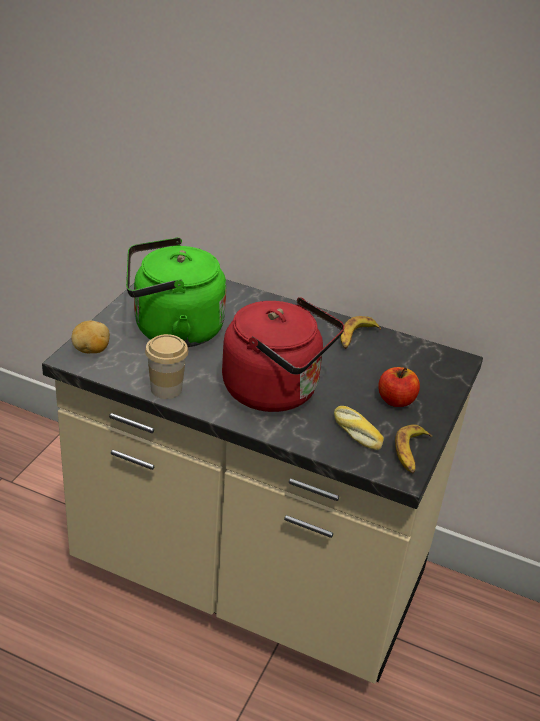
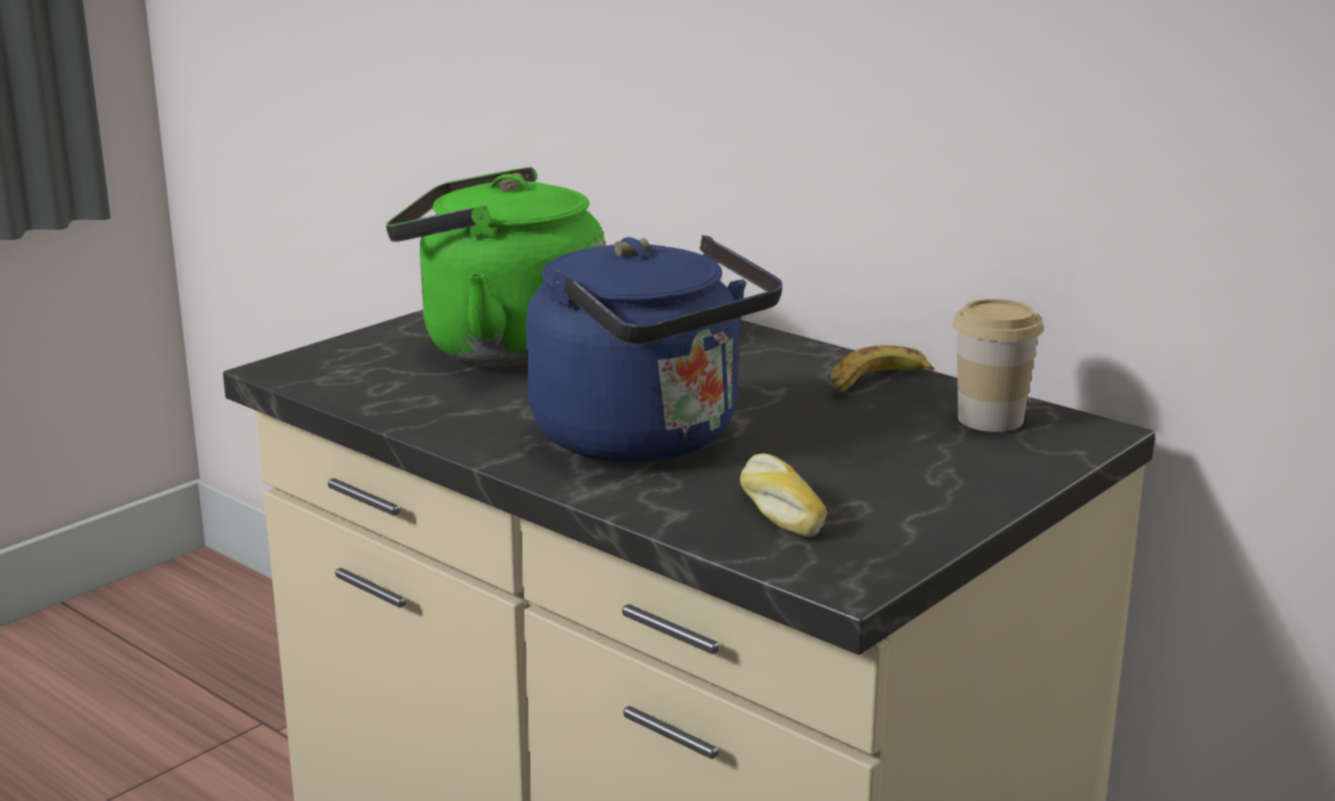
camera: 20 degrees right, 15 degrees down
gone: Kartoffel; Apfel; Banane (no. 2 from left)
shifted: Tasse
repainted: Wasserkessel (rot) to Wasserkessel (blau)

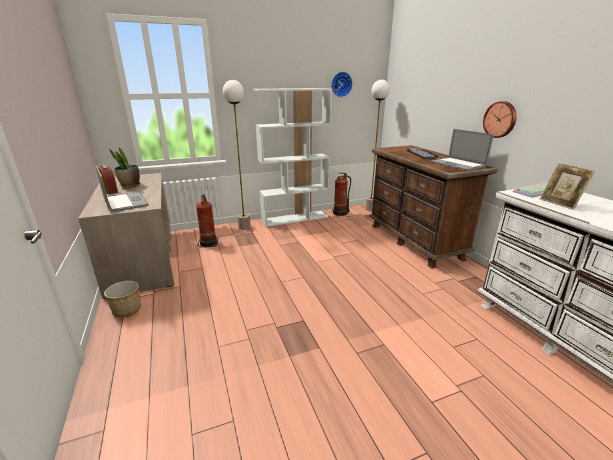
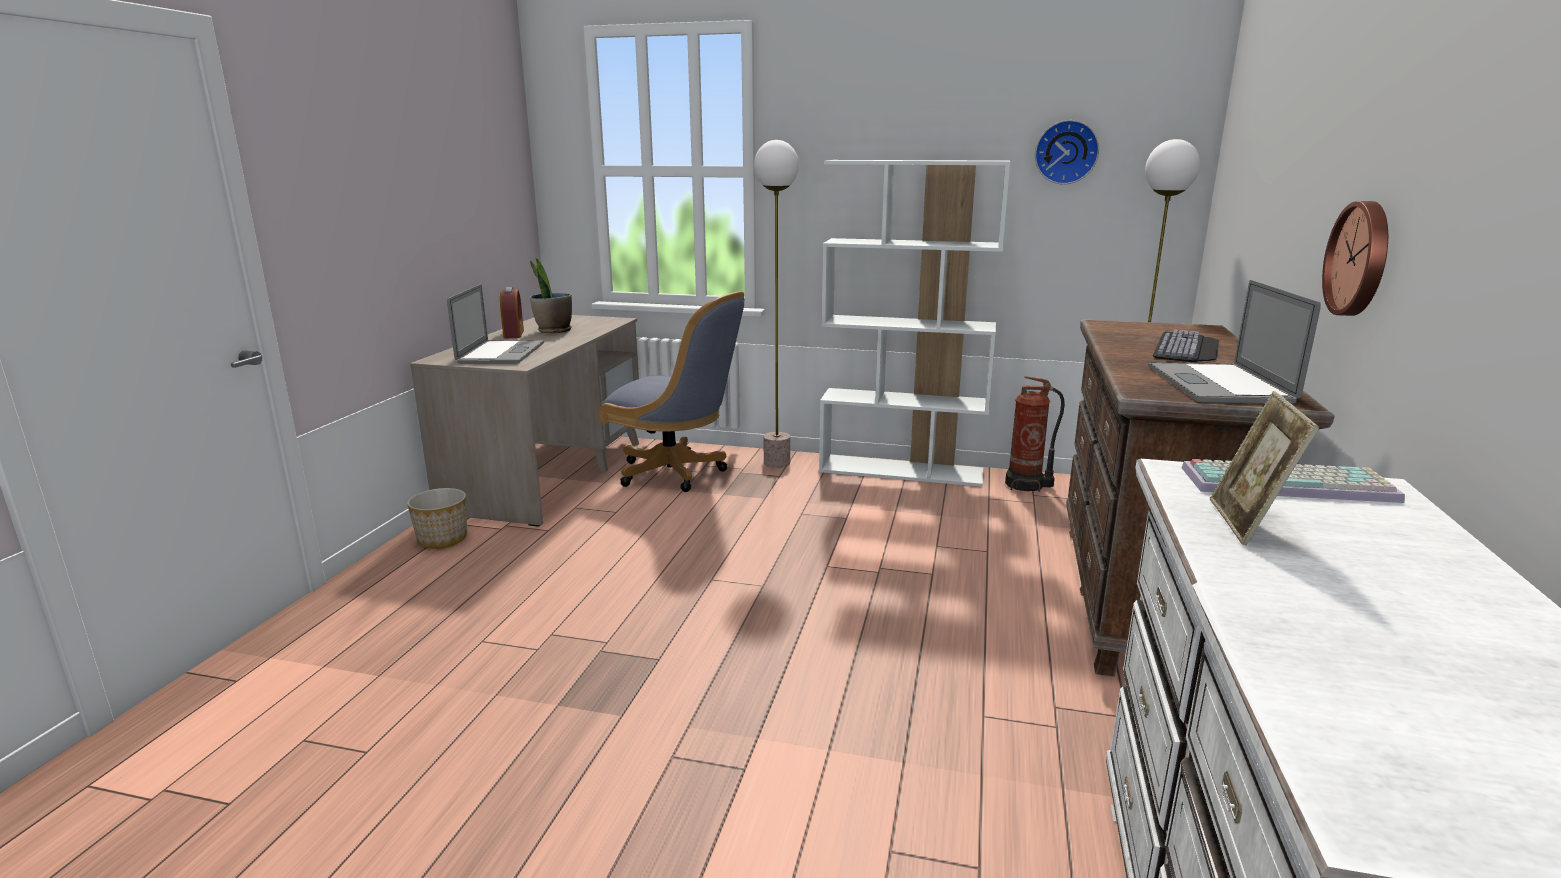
camera: 35 degrees right, 5 degrees down
swapped: Feuerlöscher (no. 1 from left) to Bürostuhl (blau)

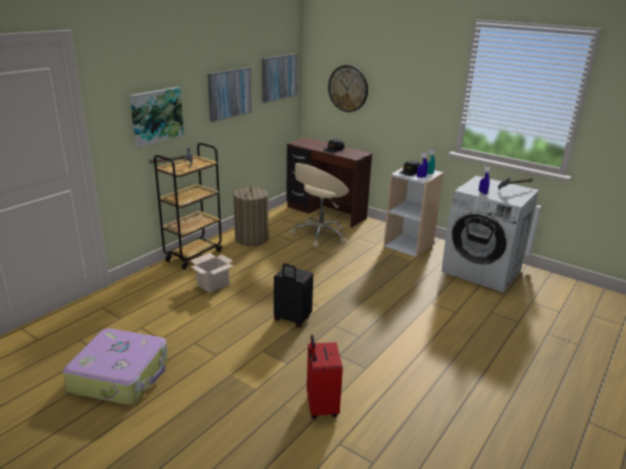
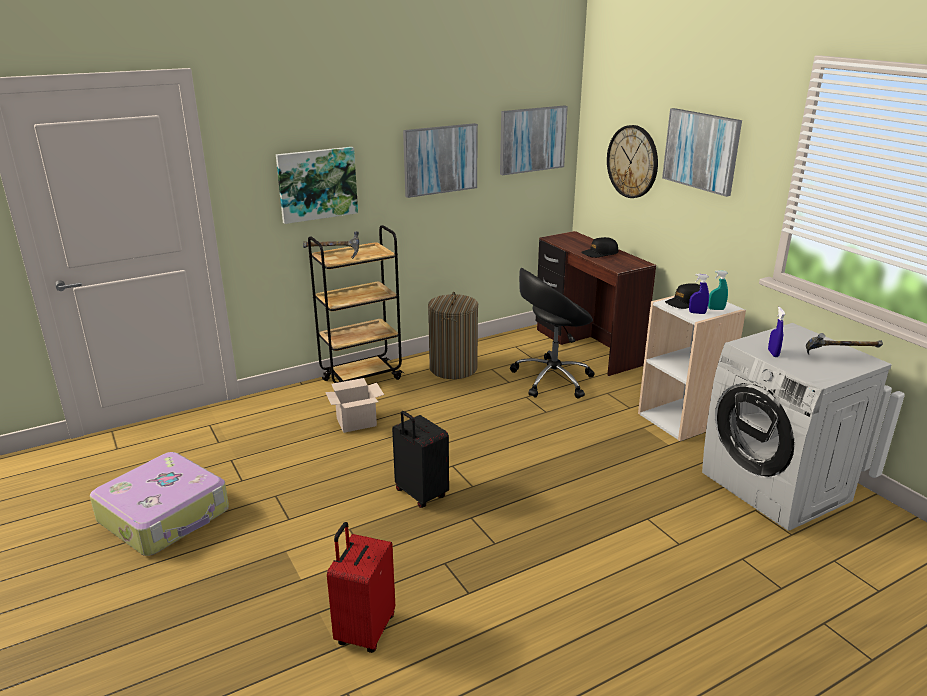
camera: 25 degrees right, 0 degrees up
new: Bild (no. 4 from left)
repainted: Bürostuhl (beige) to Bürostuhl (schwarz)

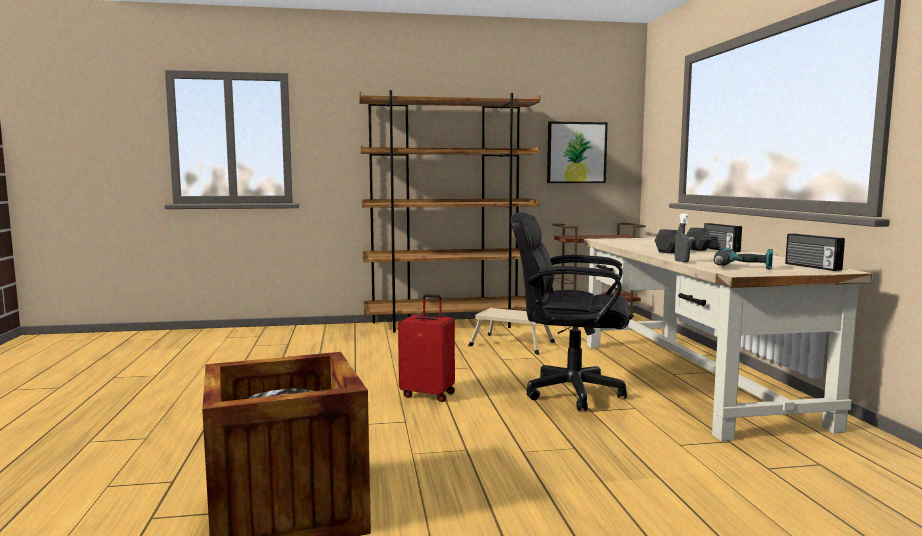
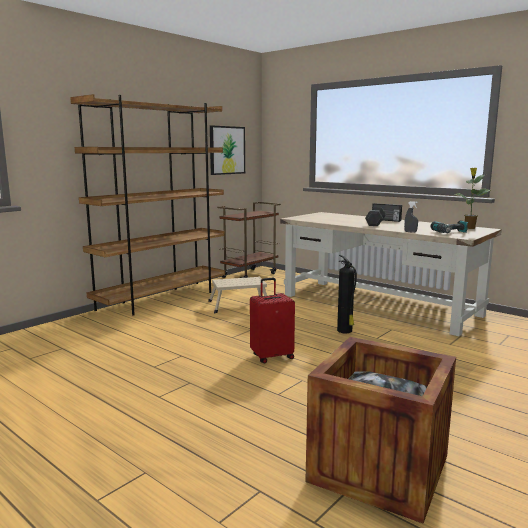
camera: 40 degrees left, 5 degrees up
swapped: Bürostuhl (schwarz) to Feuerlöscher; Radio (no. 2 from left) to Topfpflanze

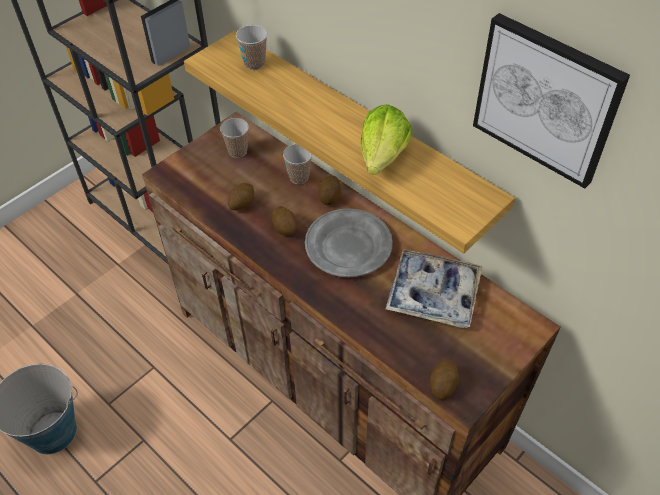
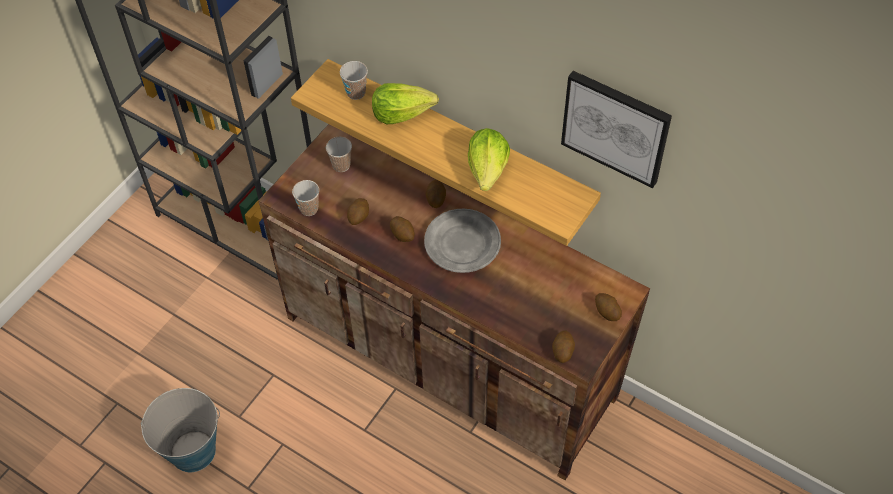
camera: 10 degrees left, 5 degrees up
gone: Tablett
new: Salatkopf (no. 1 from left); Kartoffel (no. 5 from left)
shifted: Tasse (no. 3 from left in the first image) to Tasse (no. 1 from left)

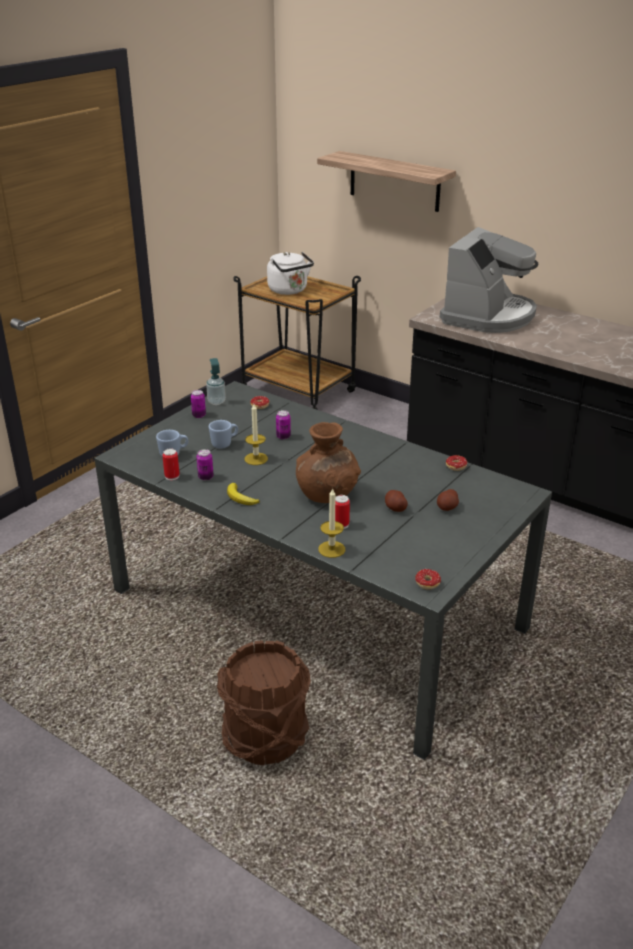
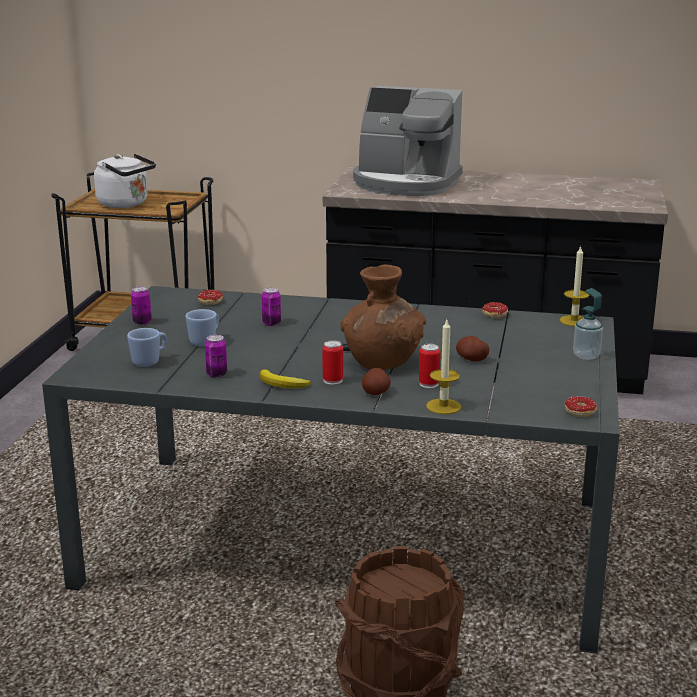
camera: 25 degrees left, 10 degrees down
gone: Wandregal
shifted: Seifenspender; Kerze (no. 1 from left in the first image) to Kerze (no. 2 from left); Dose (no. 1 from left in the first image) to Dose (no. 4 from left); Kartoffel (no. 2 from left in the first image) to Kartoffel (no. 1 from left)
rotated: Kaffeemaschine 105 degrees clockwise

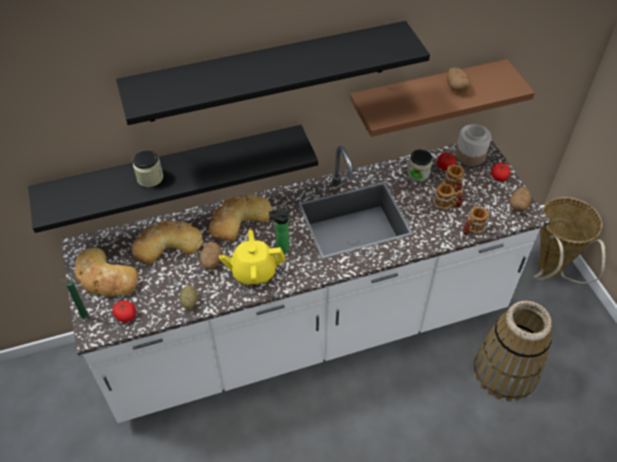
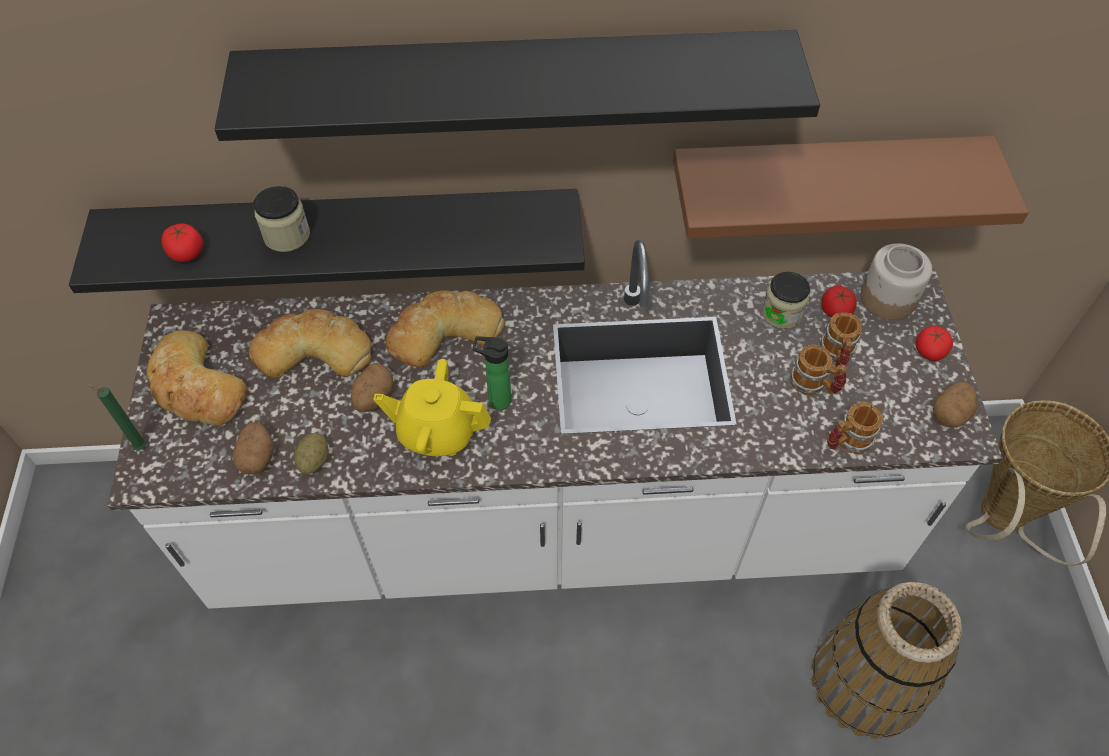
camera: 15 degrees right, 5 degrees up
shifted: Kartoffel (no. 3 from left in the first image) to Kartoffel (no. 1 from left); Tomate (no. 1 from left)

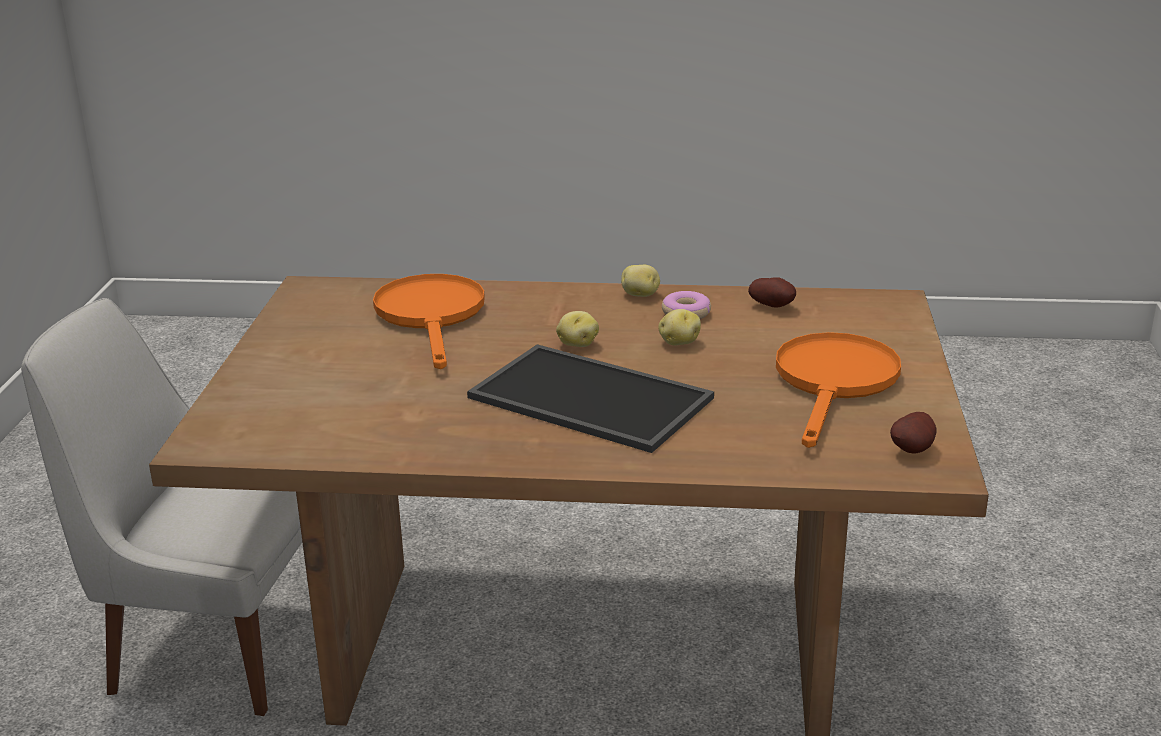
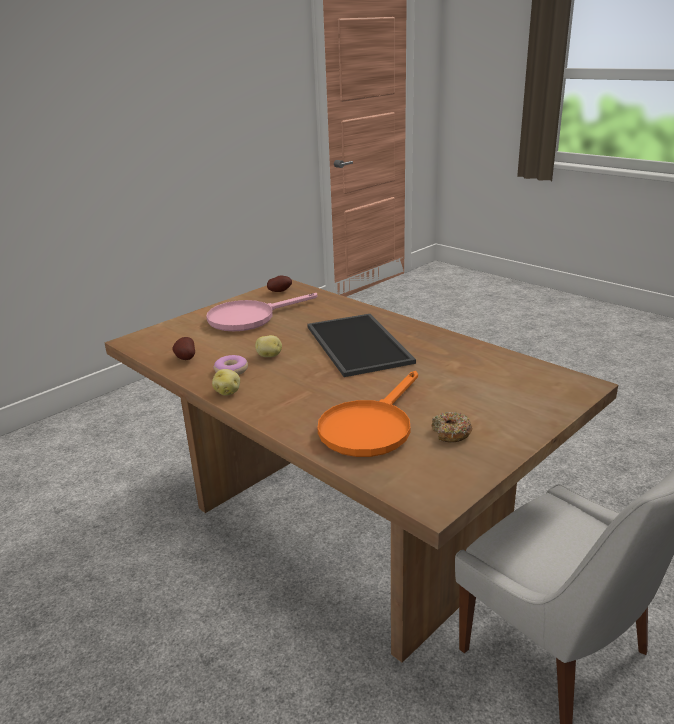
camera: 140 degrees left, 0 degrees up
gone: Kartoffel (no. 1 from left)
new: Donut (no. 2 from left)
repainted: Pfanne (orange) (no. 2 from left) to Pfanne (rosa)

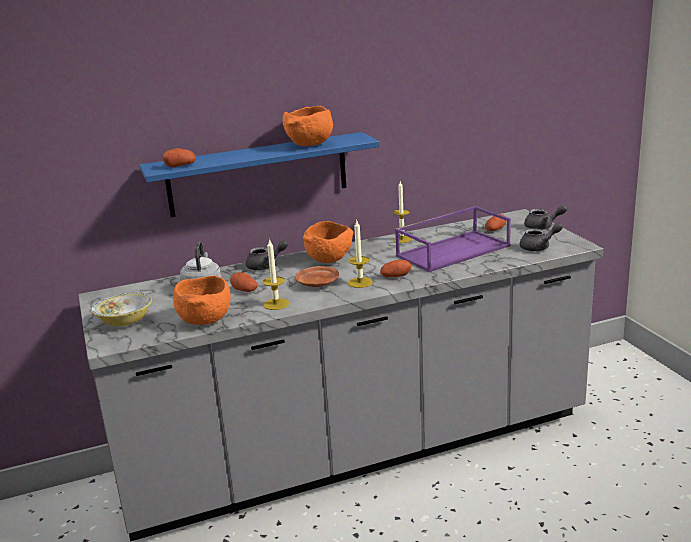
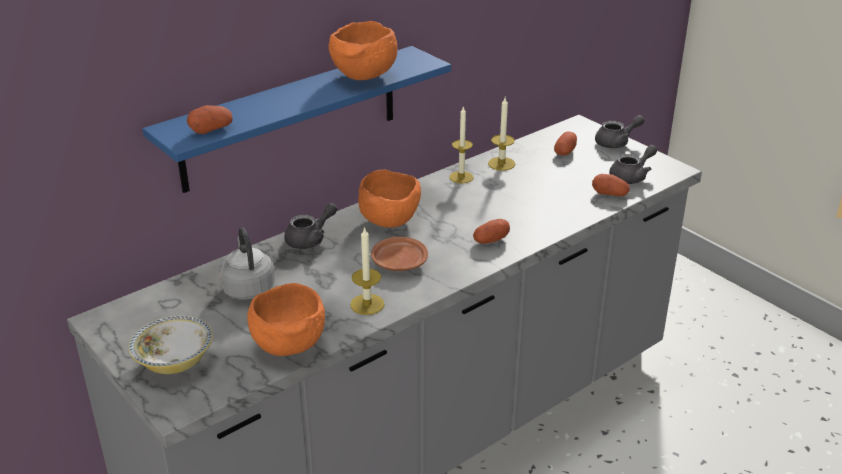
camera: 20 degrees left, 10 degrees up
gone: Tablett (lila)
shifted: Kerze (no. 2 from left in the first image) to Kerze (no. 3 from left); Kartoffel (no. 2 from left in the first image) to Kartoffel (no. 4 from left)

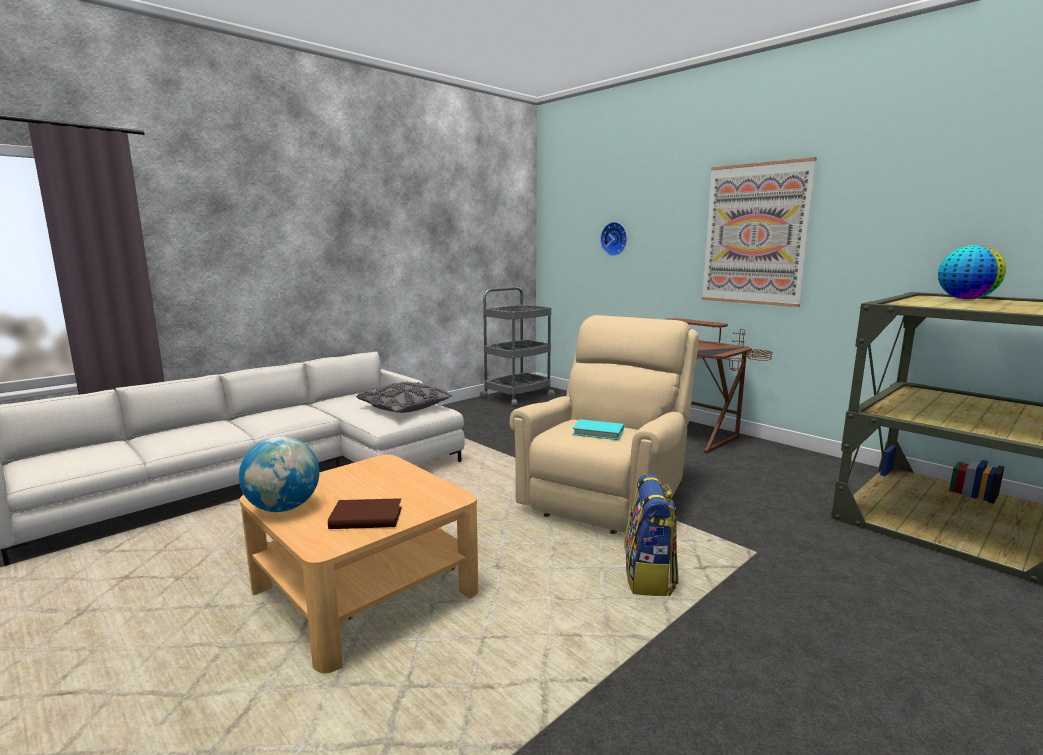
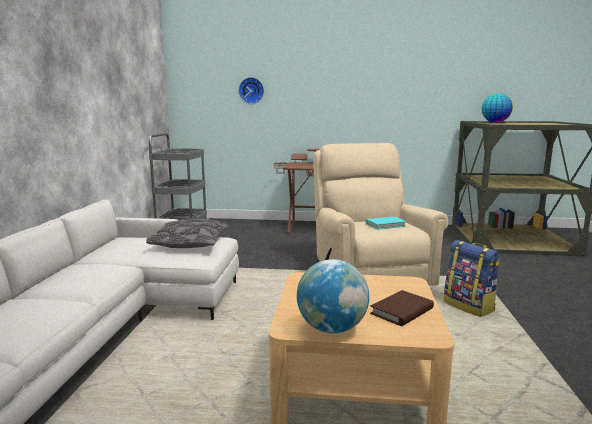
camera: 40 degrees left, 0 degrees up
gone: Bild

